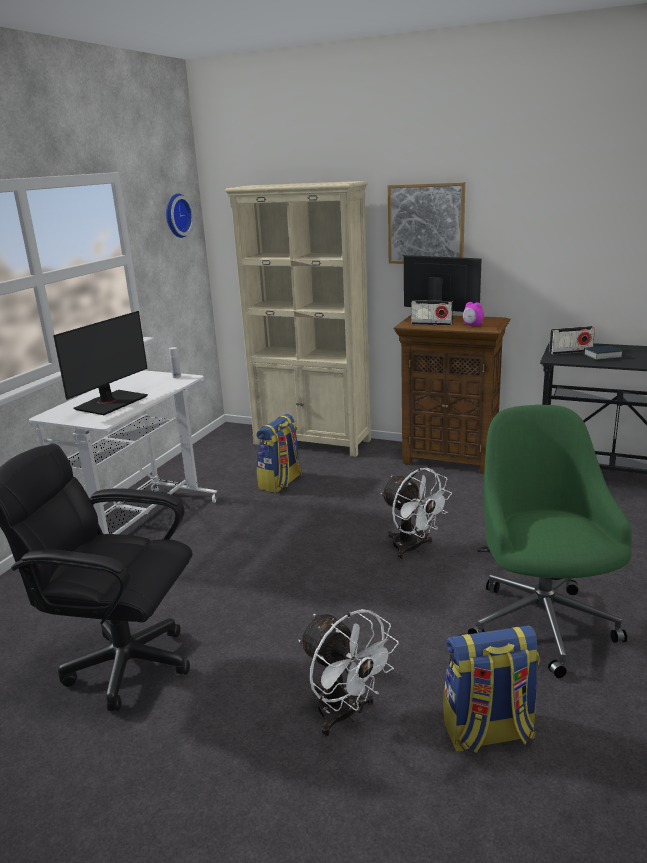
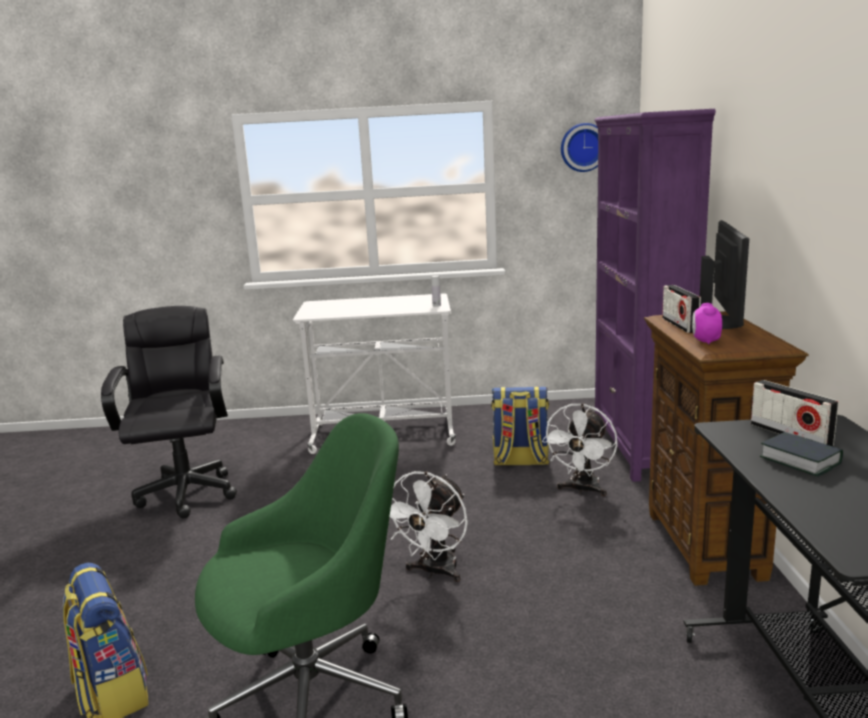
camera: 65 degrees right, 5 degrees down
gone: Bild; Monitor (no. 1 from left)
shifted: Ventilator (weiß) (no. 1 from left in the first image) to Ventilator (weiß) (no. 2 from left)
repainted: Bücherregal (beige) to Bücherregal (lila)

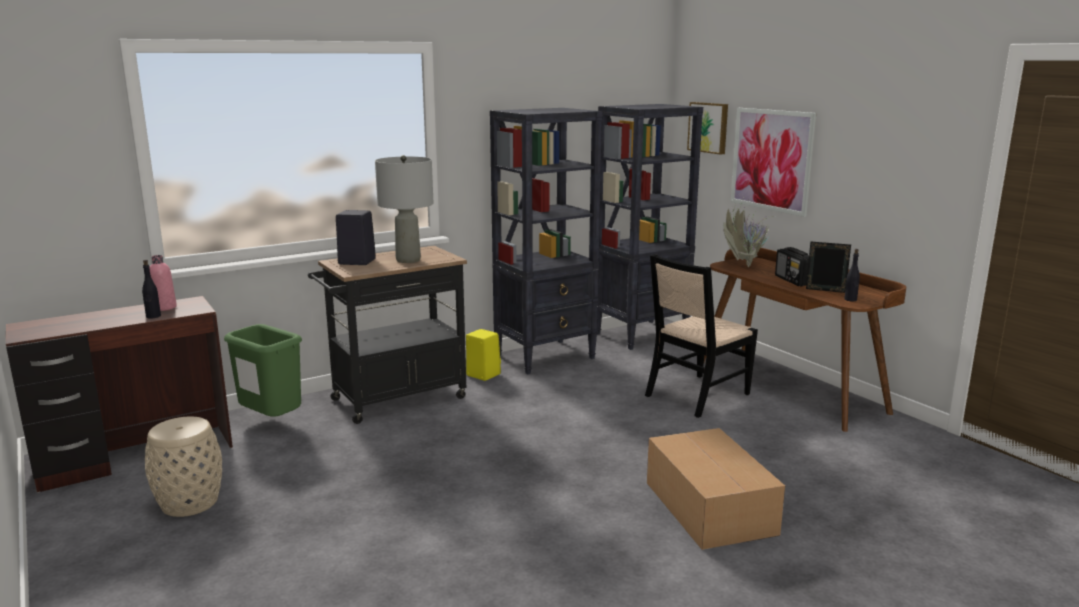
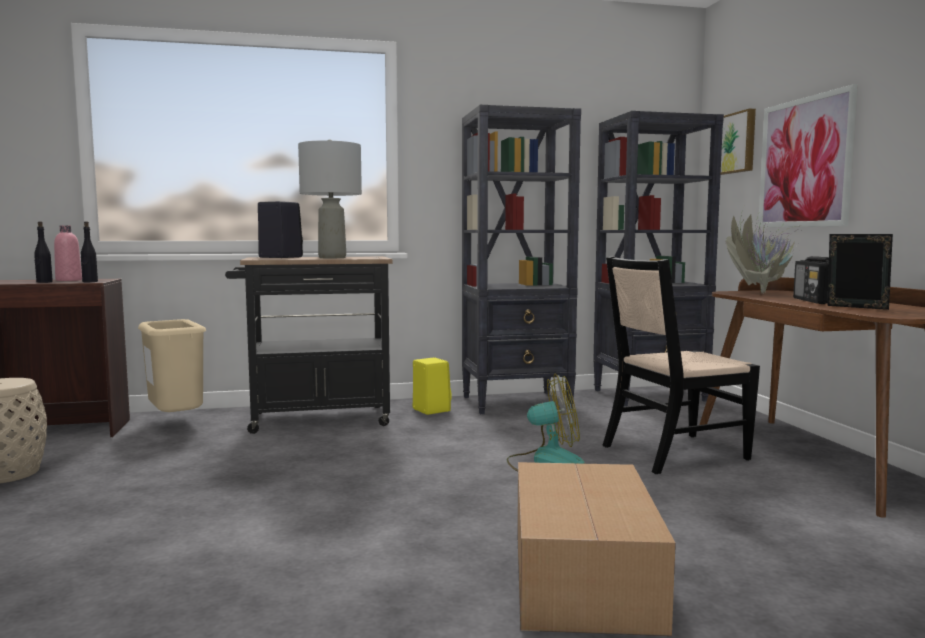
camera: 20 degrees right, 10 degrees down
new: Ventilator
shifted: Flasche (schwarz) (no. 2 from left)
repainted: Mülleimer (grün) to Mülleimer (beige)

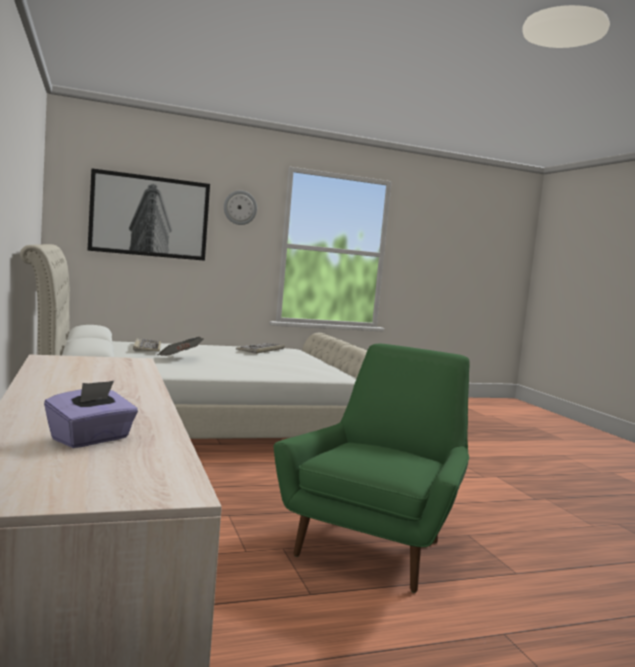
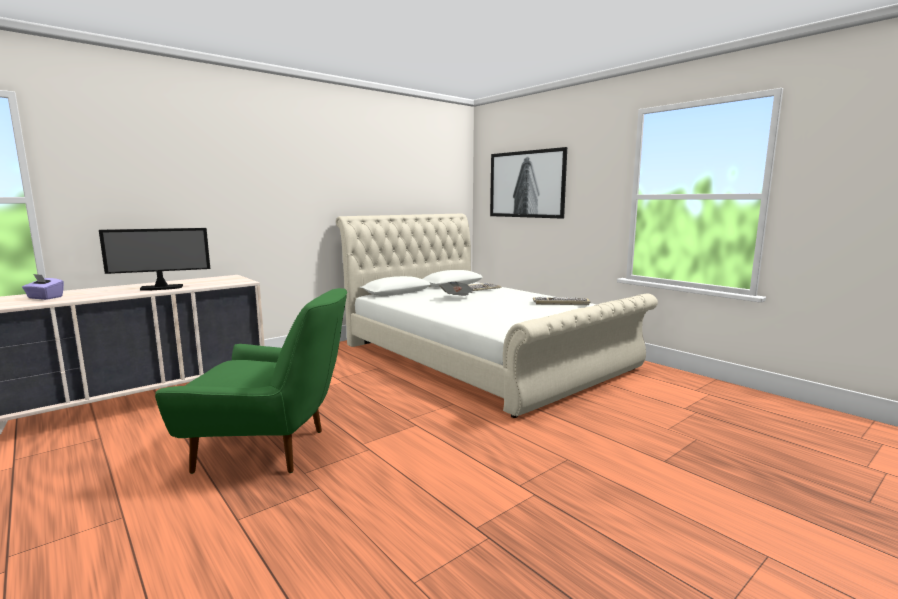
camera: 70 degrees right, 5 degrees up
gone: Wanduhr
new: Monitor

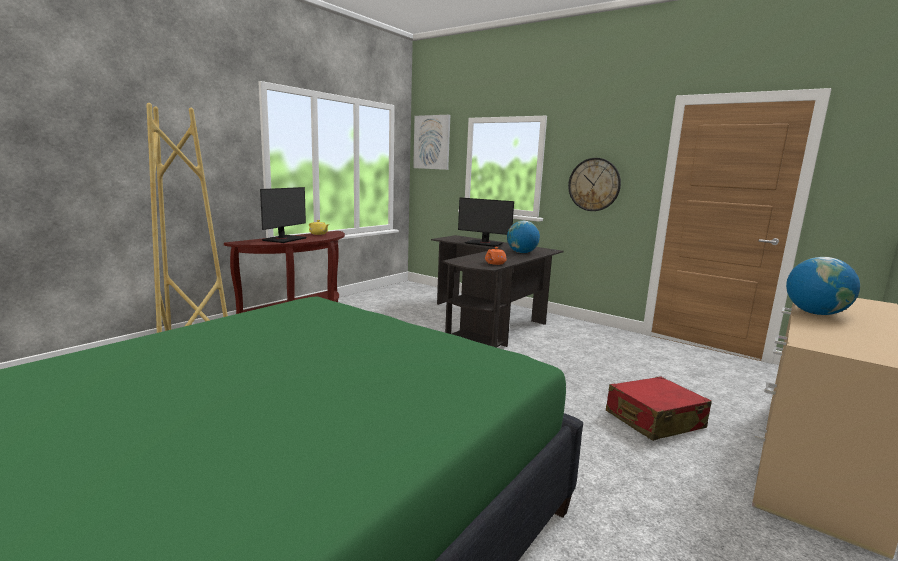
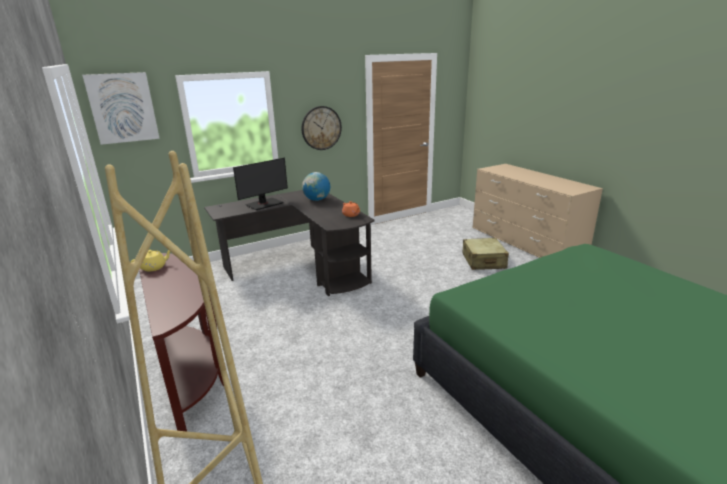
camera: 65 degrees left, 10 degrees up
gone: Monitor (no. 1 from left); Globus (no. 2 from left)
repainted: Koffer (rot) to Koffer (beige)

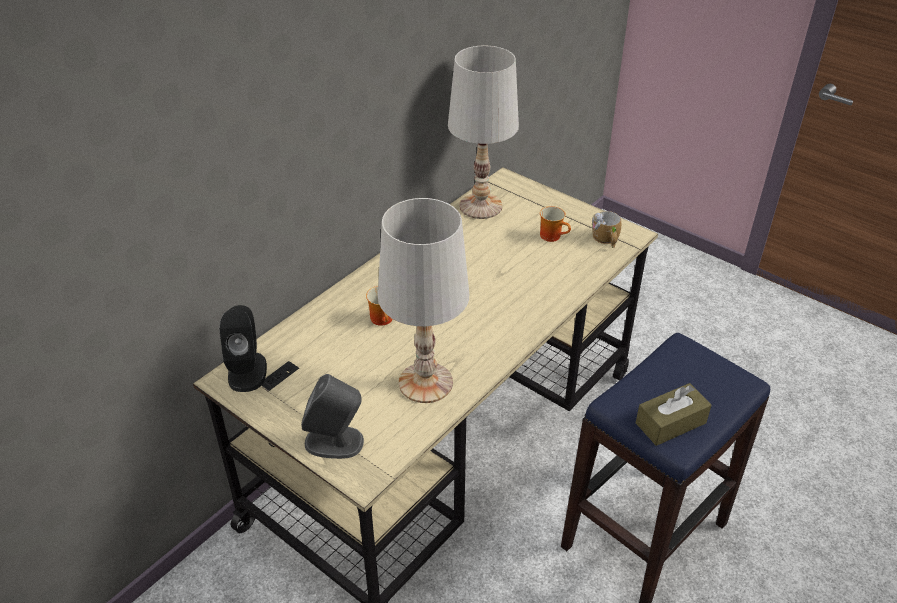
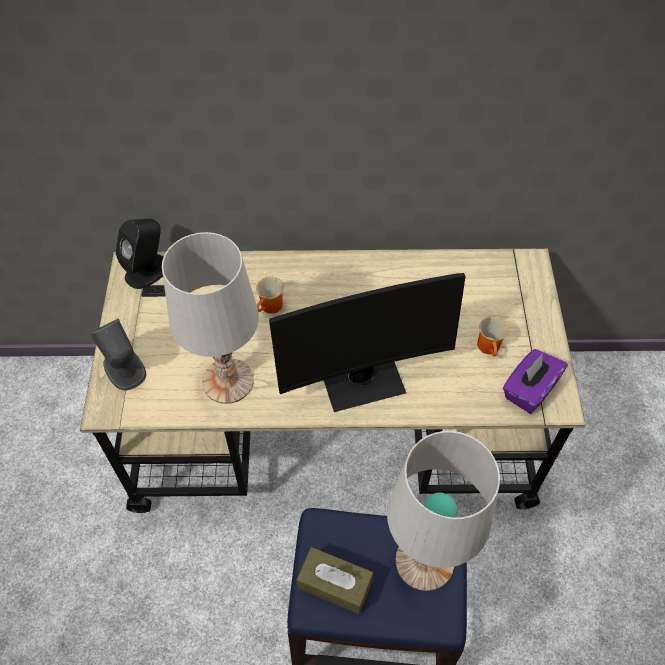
camera: 50 degrees right, 15 degrees up
new: Monitor
shifted: Tischlampe (weiß) (no. 2 from left)
swapped: Henkelbecher (no. 3 from left) to Taschentuchbox (lila)

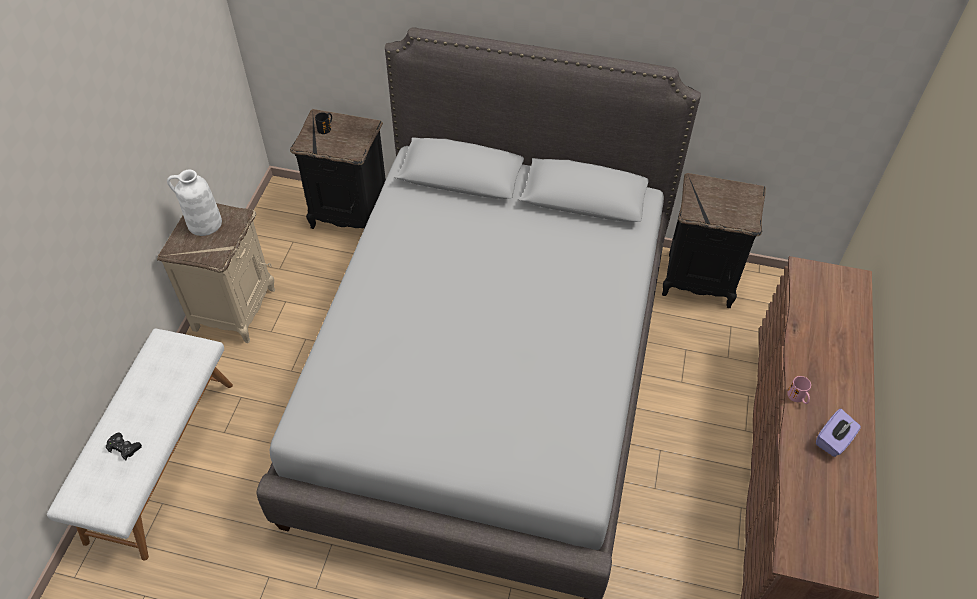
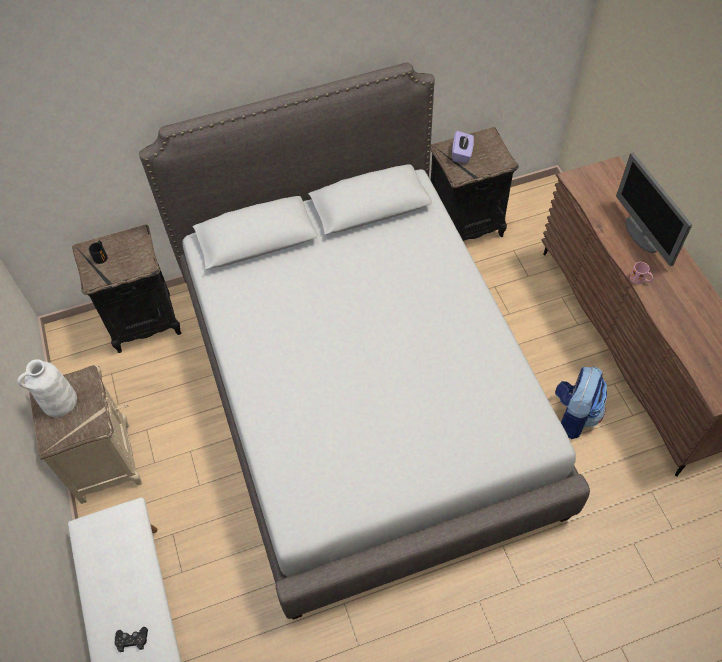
camera: 30 degrees left, 5 degrees up
new: Monitor; Rucksack
shifted: Taschentuchbox (lila)

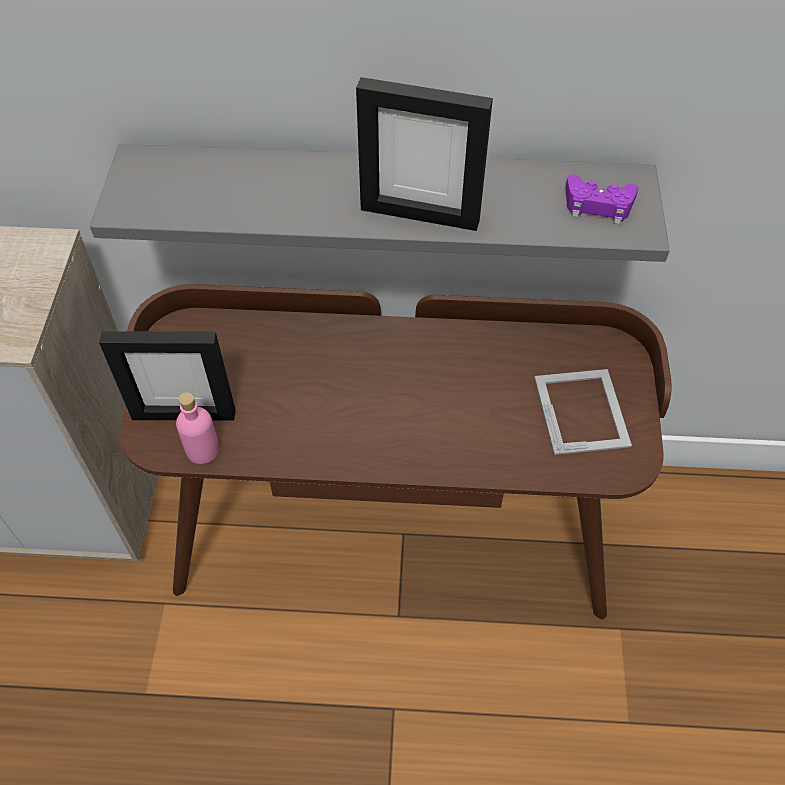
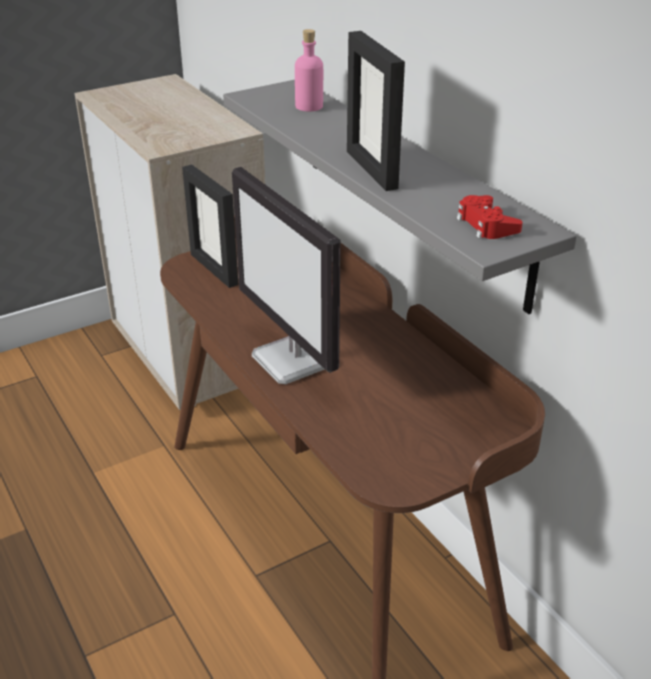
camera: 55 degrees right, 20 degrees down
gone: Bilderrahmen (no. 3 from left)
new: Monitor
shifted: Flasche (rosa)
repainted: Gamepad (lila) to Gamepad (rot)

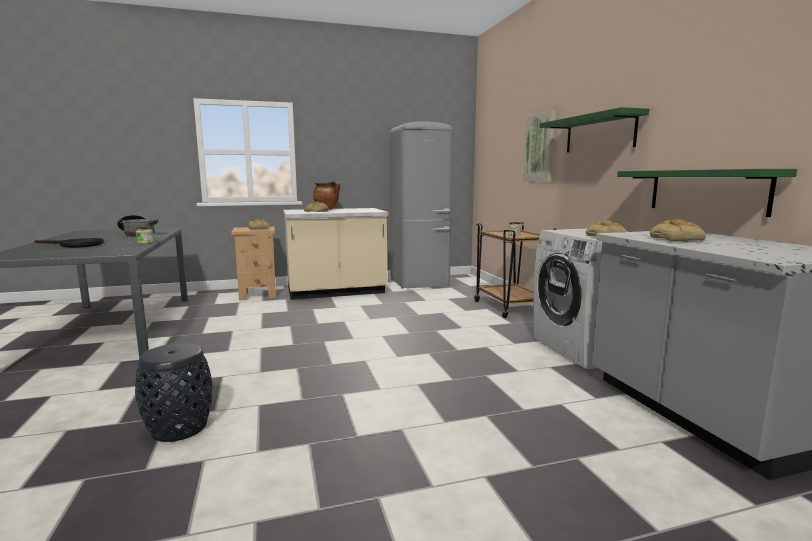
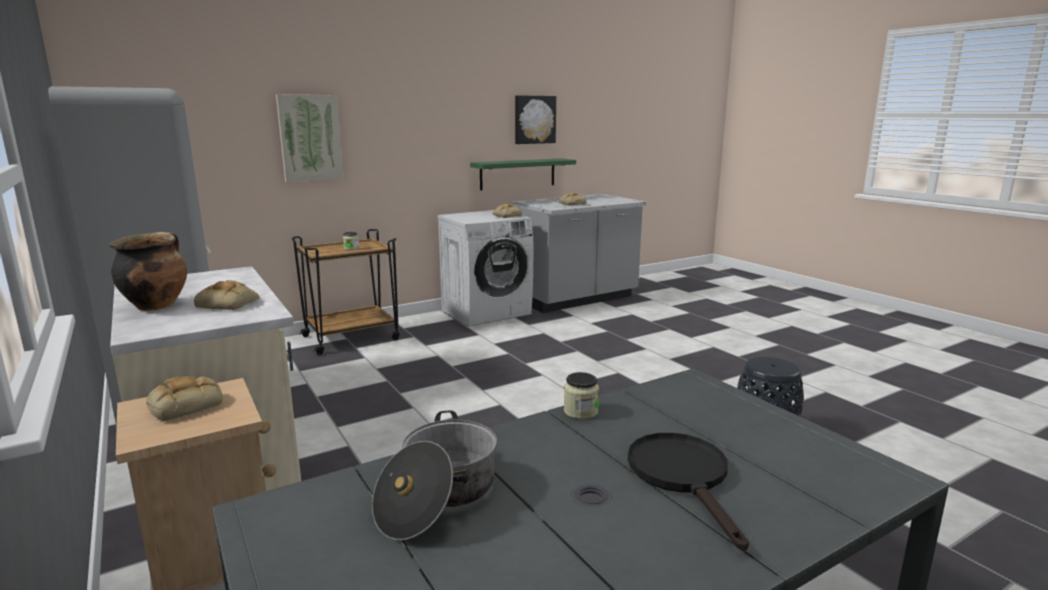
camera: 105 degrees left, 5 degrees up
gone: Wandregal (grün) (no. 1 from left)
new: Bild (no. 2 from left)

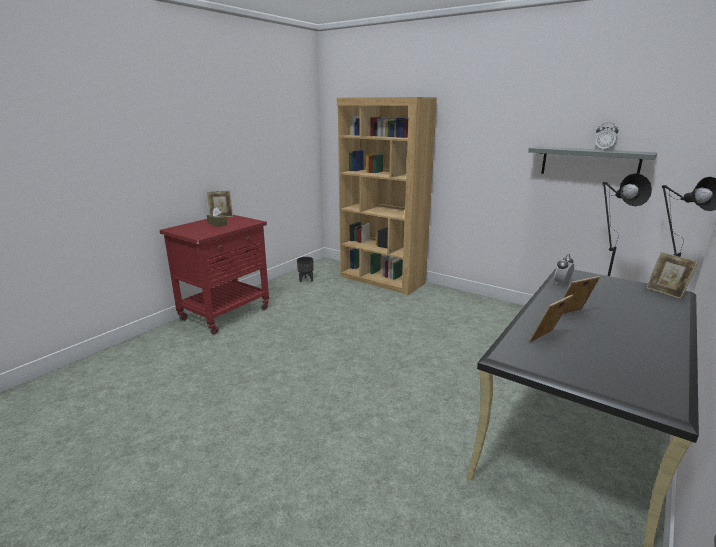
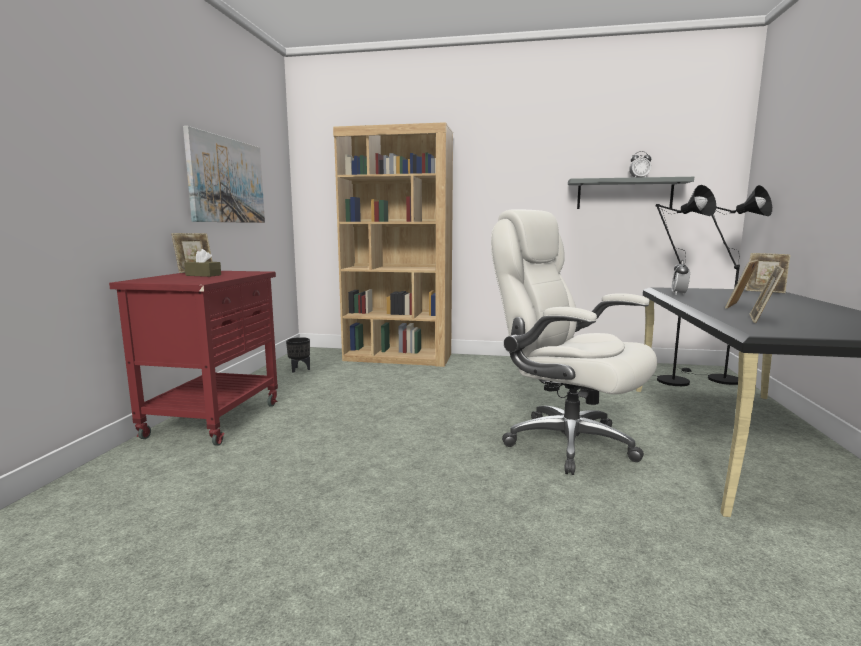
camera: 25 degrees left, 10 degrees down
new: Bild; Bürostuhl (weiß)

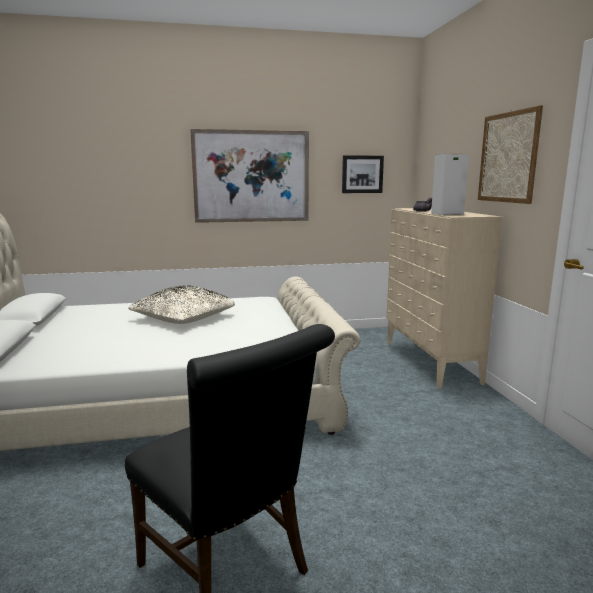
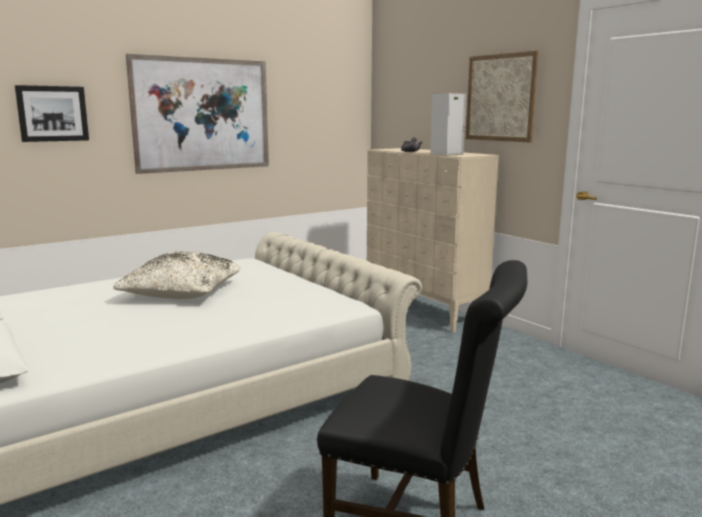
camera: 25 degrees left, 0 degrees up
shifted: Bild (no. 2 from left in the first image) to Bild (no. 1 from left)

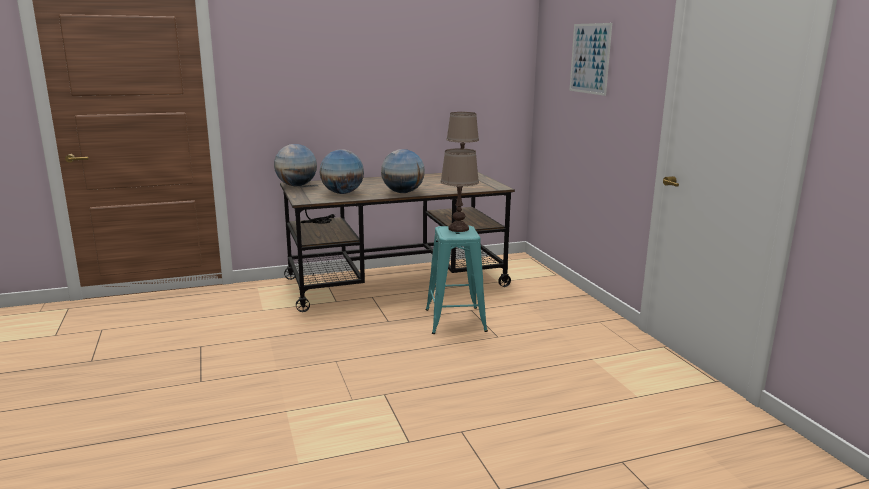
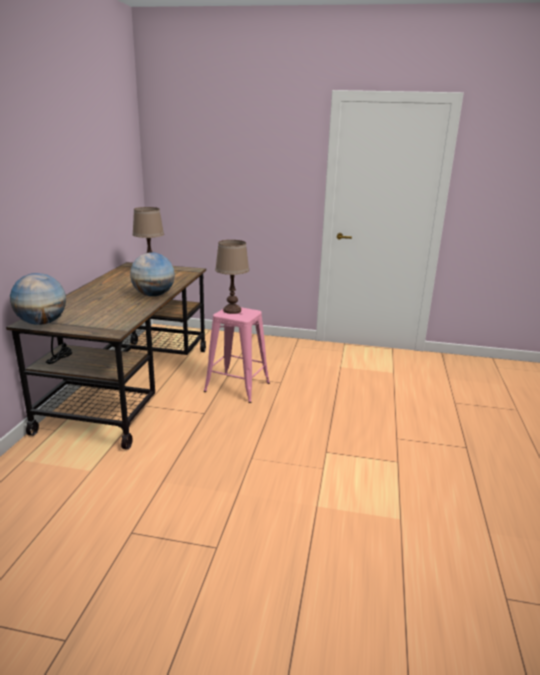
camera: 60 degrees left, 5 degrees up
gone: Bild; Globus (no. 2 from left)
repainted: Hocker (türkis) to Hocker (rosa)

